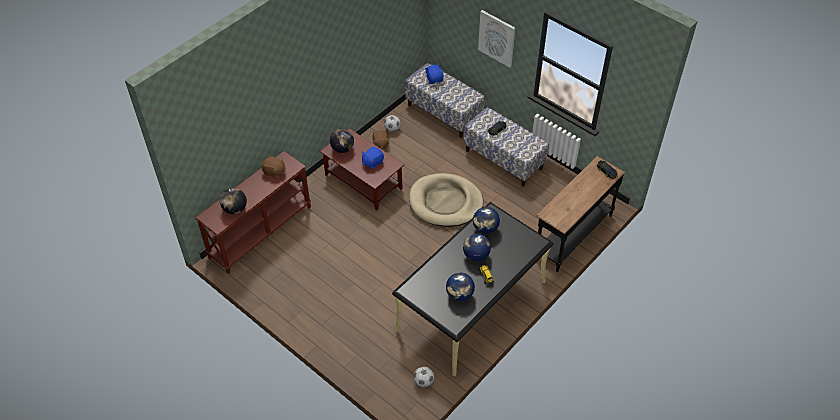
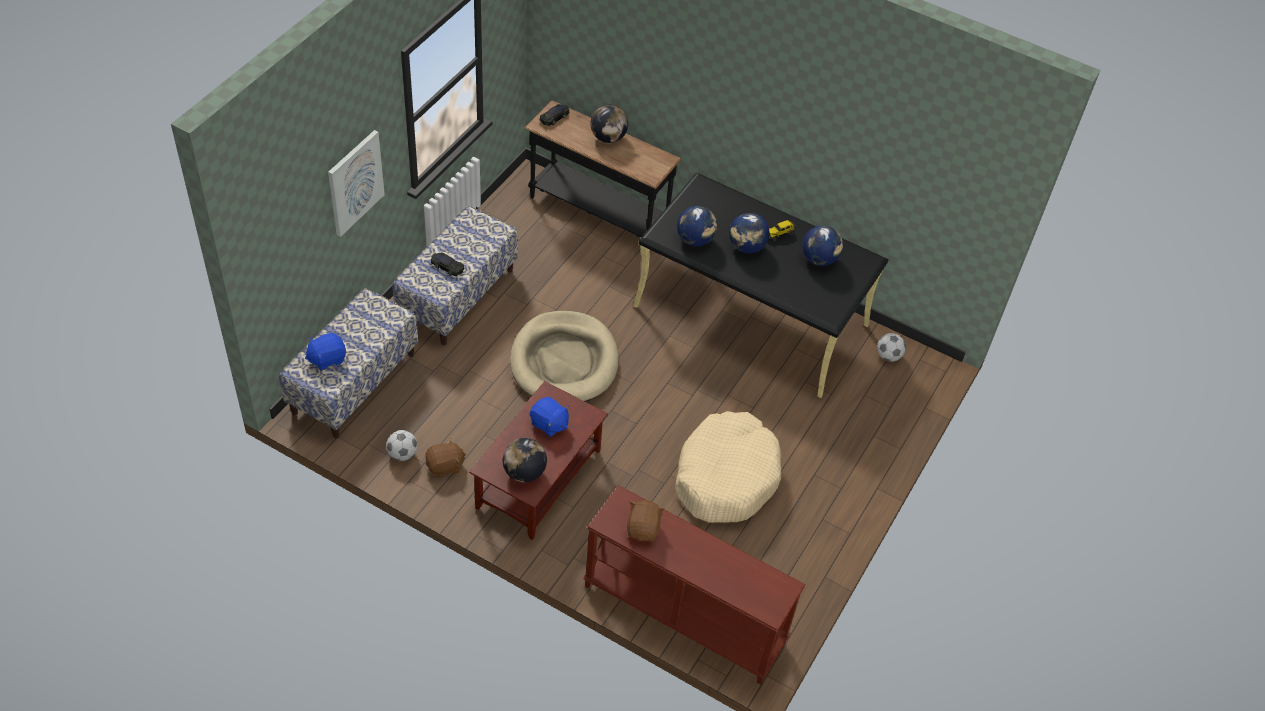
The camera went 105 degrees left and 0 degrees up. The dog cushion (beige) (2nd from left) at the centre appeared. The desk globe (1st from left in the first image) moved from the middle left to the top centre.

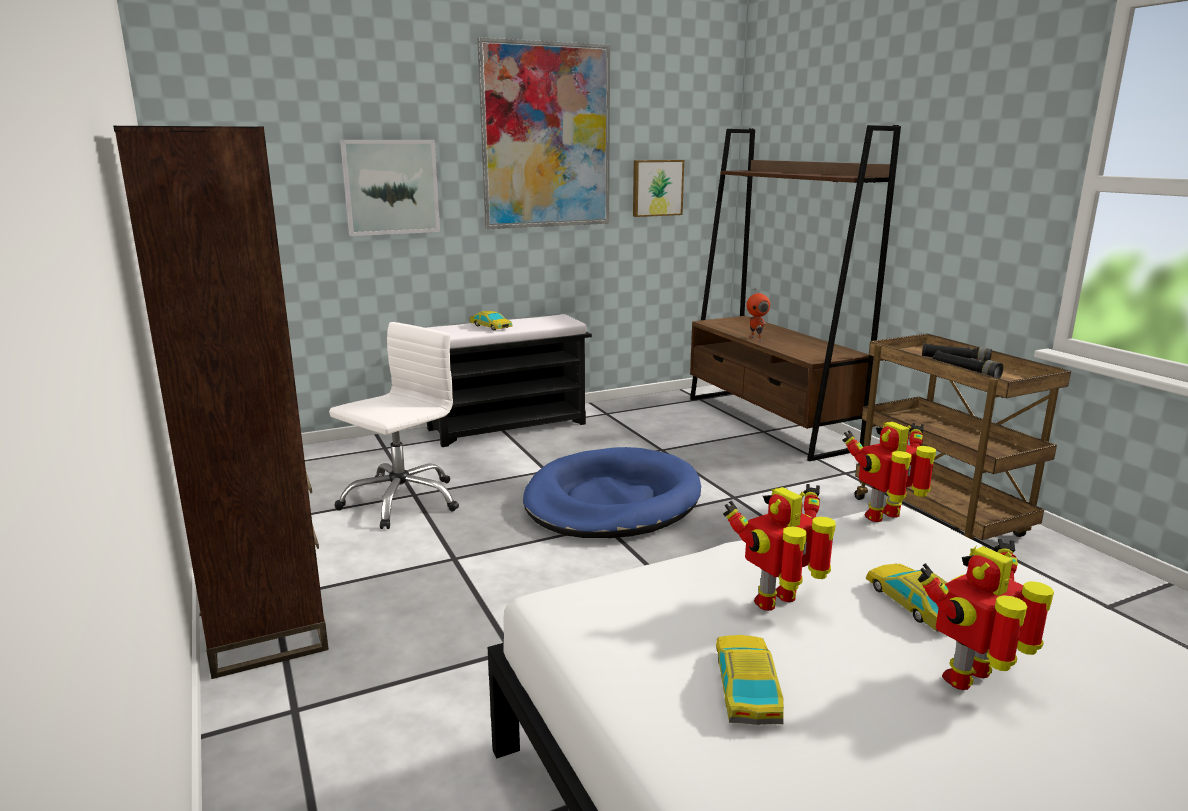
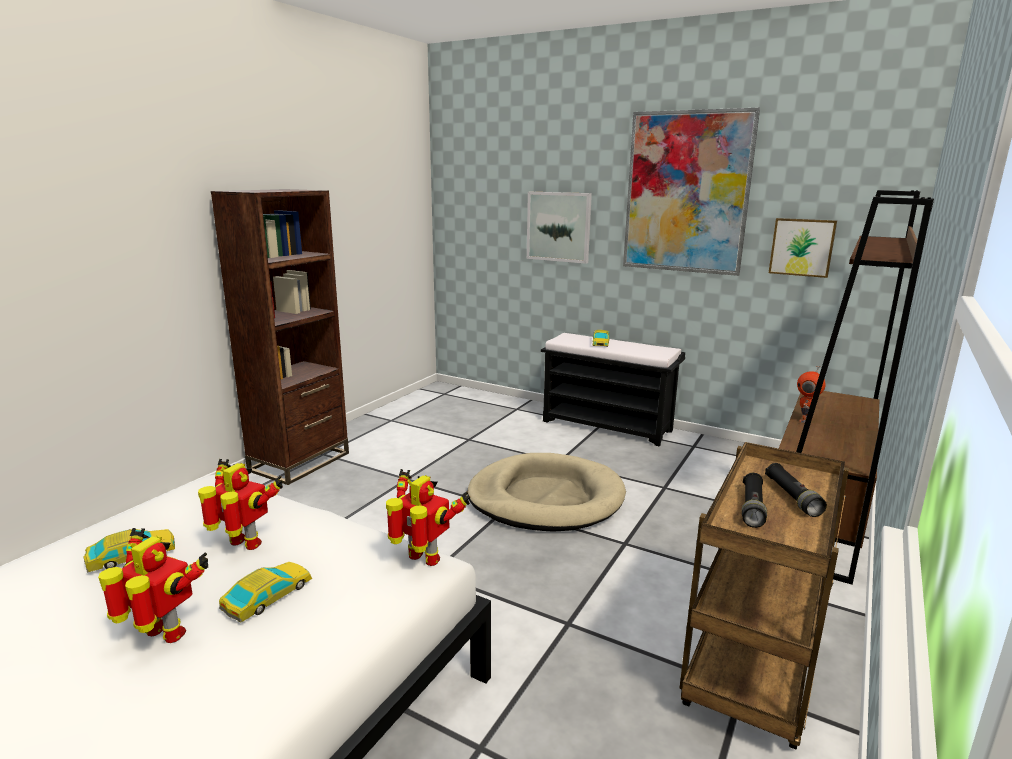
The camera went 55 degrees right and 0 degrees up. The desk chair (white) at the middle left disappeared. The dog cushion (bluish) at the centre became the dog cushion (beige) at the centre.

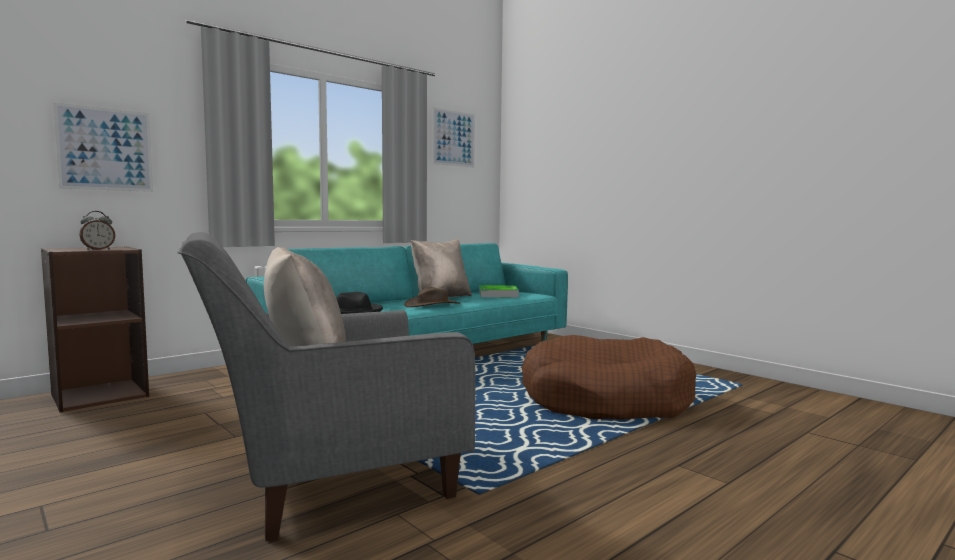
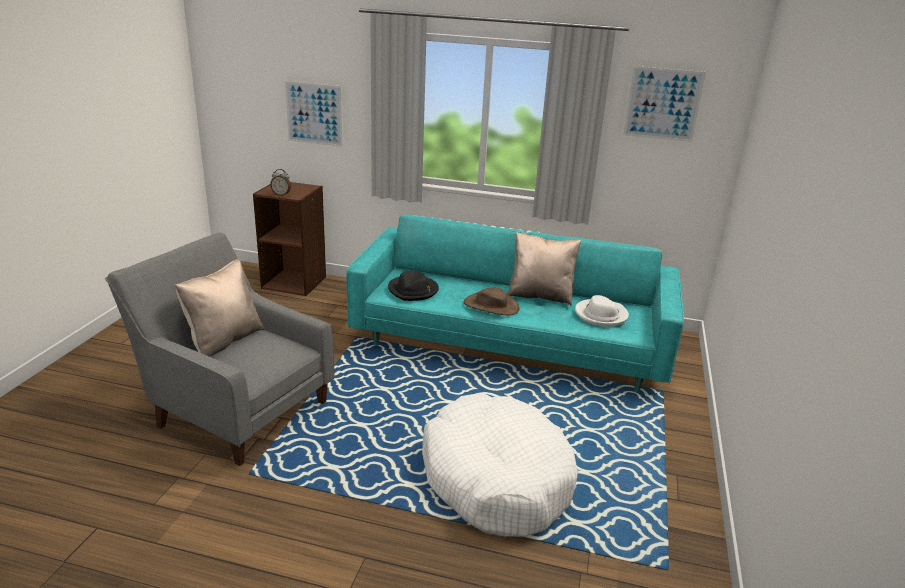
The camera went 55 degrees right and 20 degrees up. The carrying tray at the centre was replaced by the hat (white) at the centre. The dog cushion (brown) at the bottom centre became the dog cushion (white) at the bottom centre.

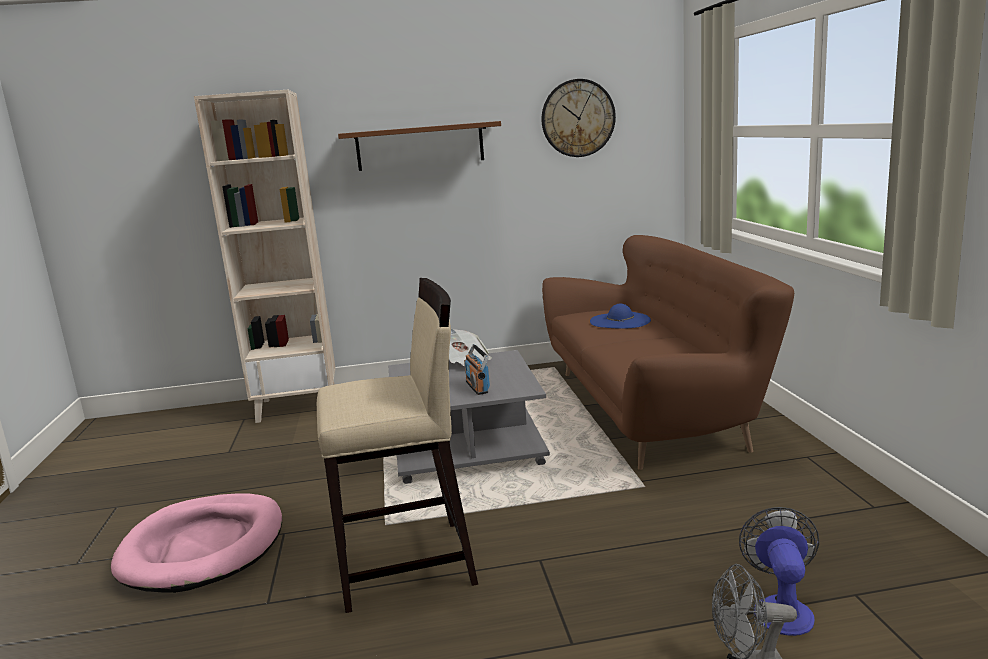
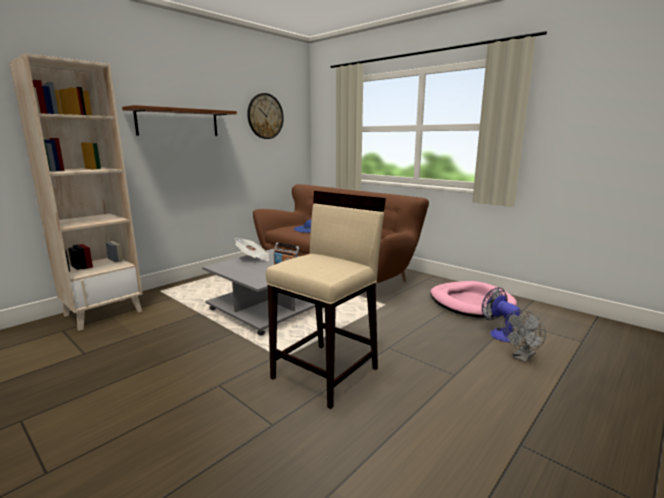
The camera went 40 degrees left and 0 degrees up. The dog cushion (pink-coloured) moved from the bottom left to the middle right.

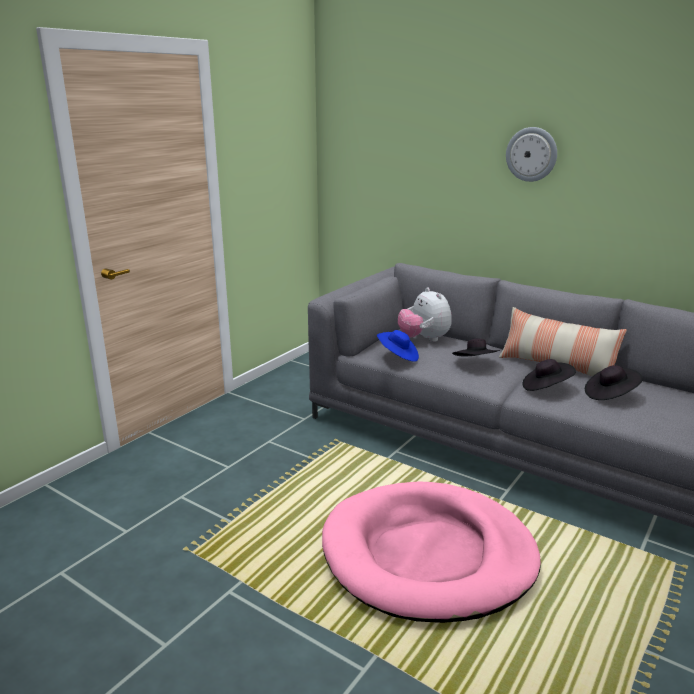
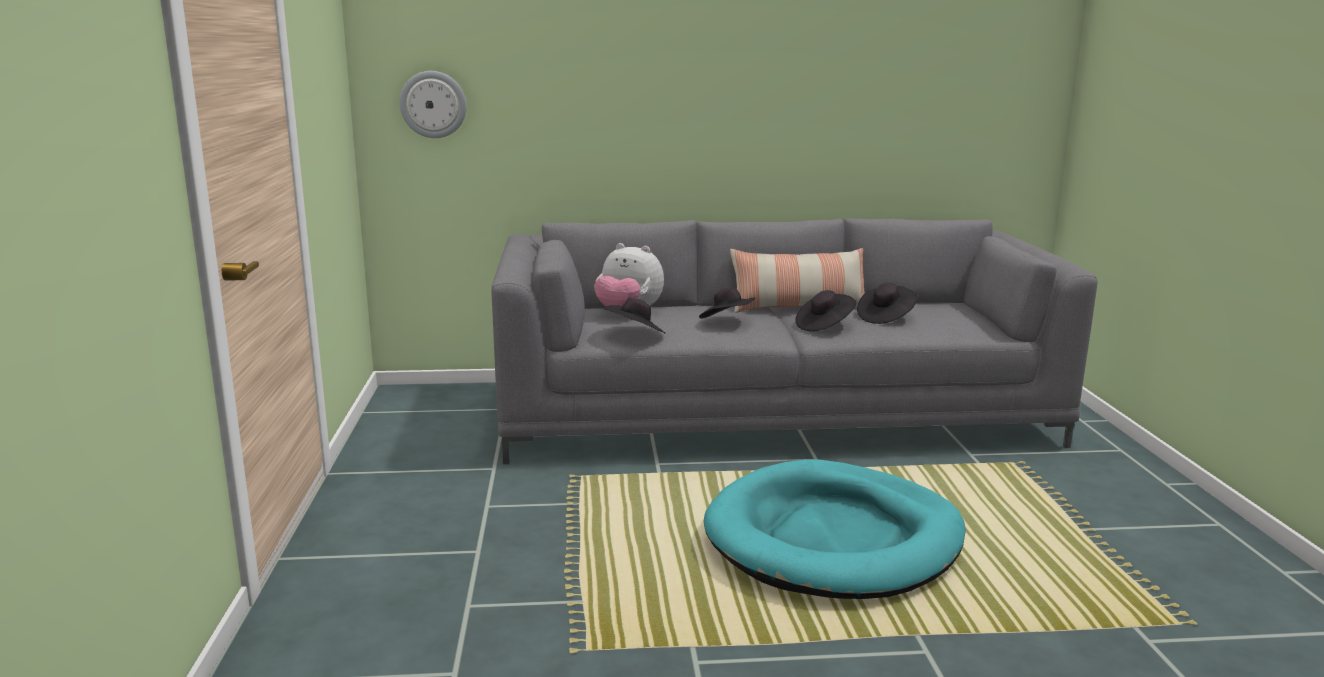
The camera went 40 degrees left and 5 degrees down. The wall clock moved from the top right to the top left. The dog cushion (pink-coloured) at the bottom centre became the dog cushion (turquoise) at the bottom centre. The hat (bluish) at the centre became the hat (black) (1st from left) at the centre.

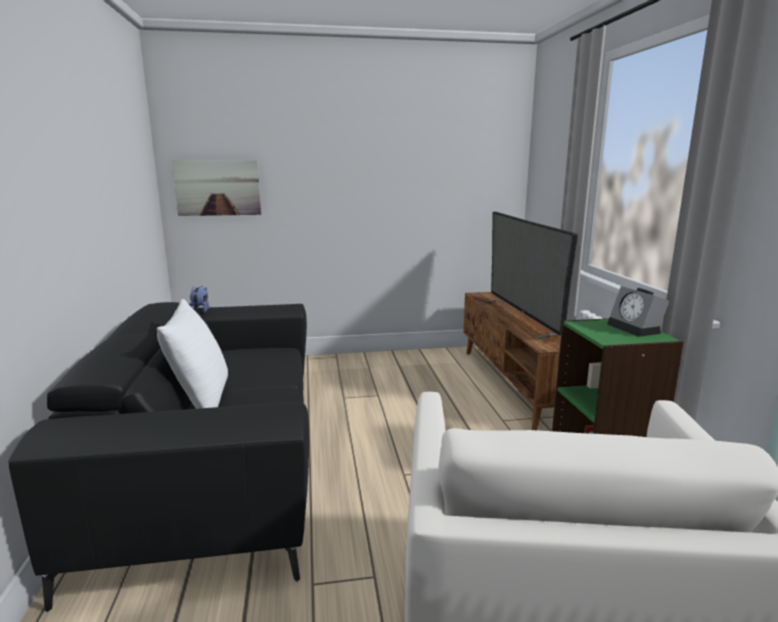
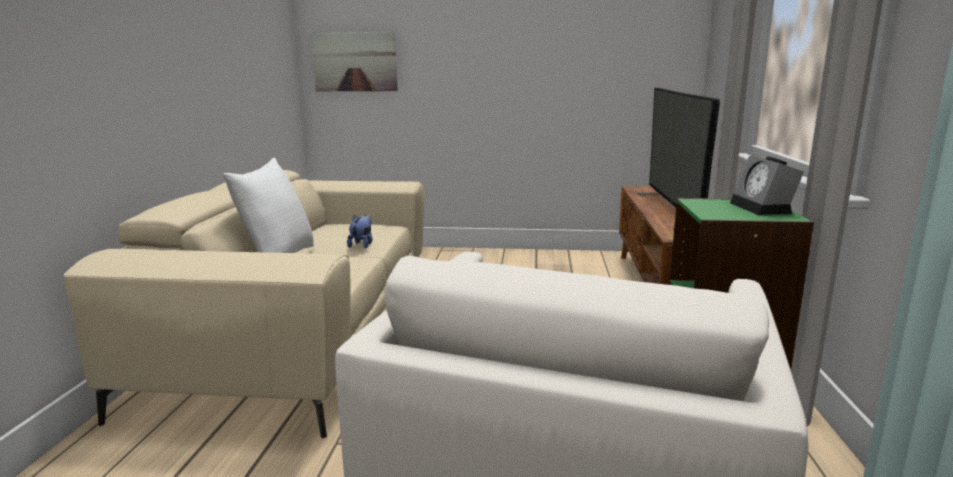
The camera went 15 degrees right and 0 degrees up. The cuddly toy moved from the middle left to the centre. The settee (black) at the bottom left became the settee (beige) at the middle left.

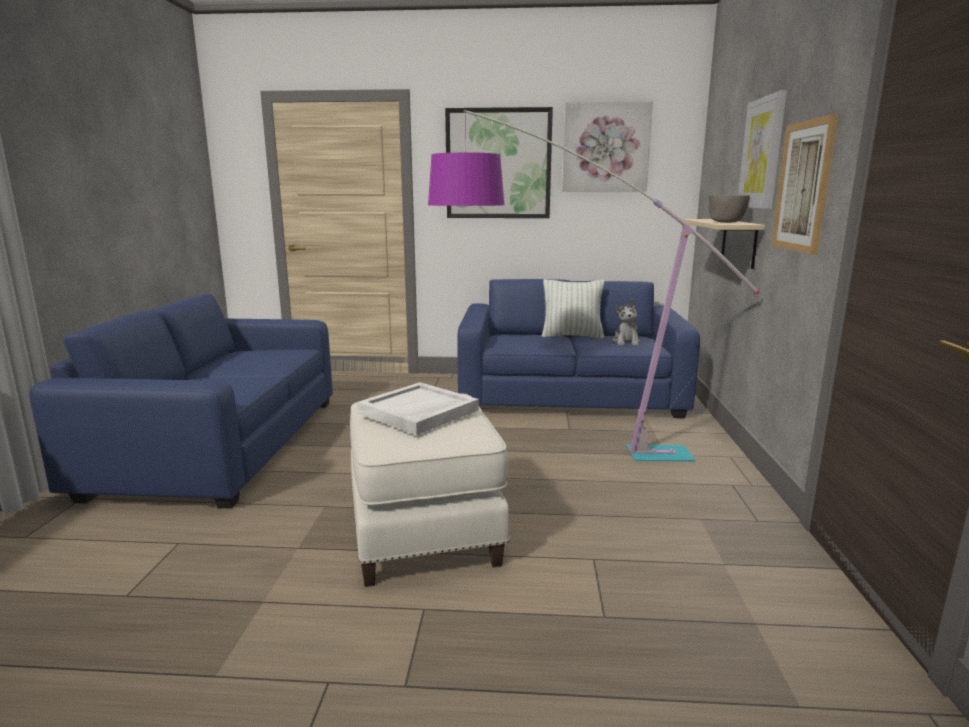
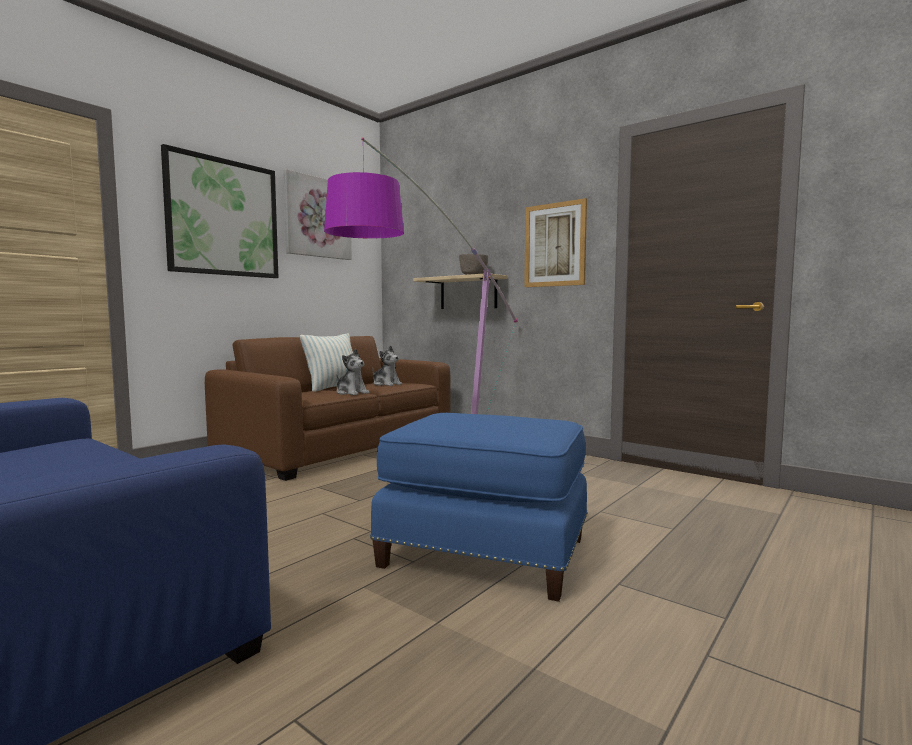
The camera went 55 degrees left and 10 degrees down. The carrying tray (white) at the centre disappeared. The picture (3rd from left) at the top right disappeared. The cuddly toy (1st from left) at the centre appeared. The footrest (white) at the bottom centre became the footrest (bluish) at the bottom centre. The settee (bluish) (2nd from left) at the centre became the settee (brown) at the centre.

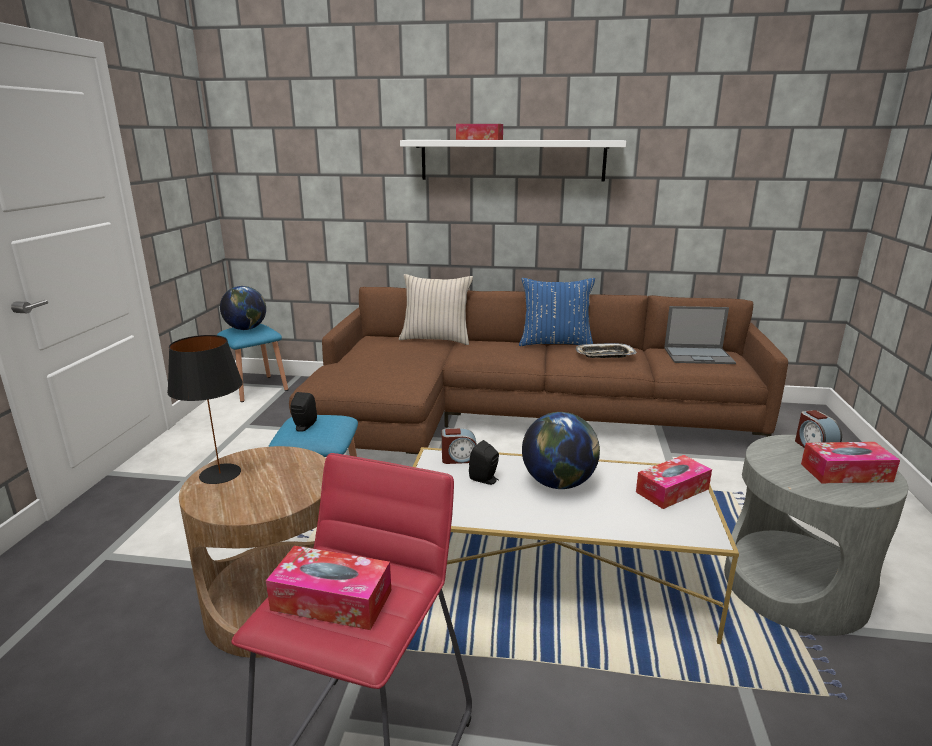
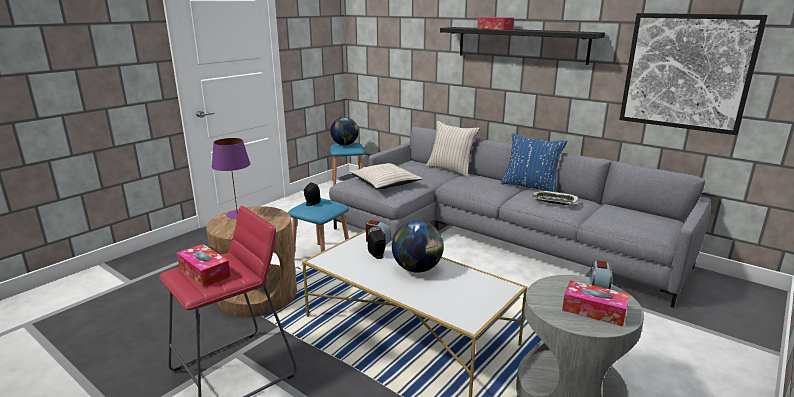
The camera went 30 degrees right and 0 degrees up. The tissue box (3rd from left) at the middle right disappeared. The portable computer at the middle right disappeared. The pillow (beige) (1st from left) at the centre appeared. The picture at the top right appeared. The lamp for a table (black) at the middle left became the lamp for a table (purplish) at the middle left. The settee (brown) at the centre became the settee (grey) at the centre. The shelf (white) at the top centre became the shelf (black) at the top centre.

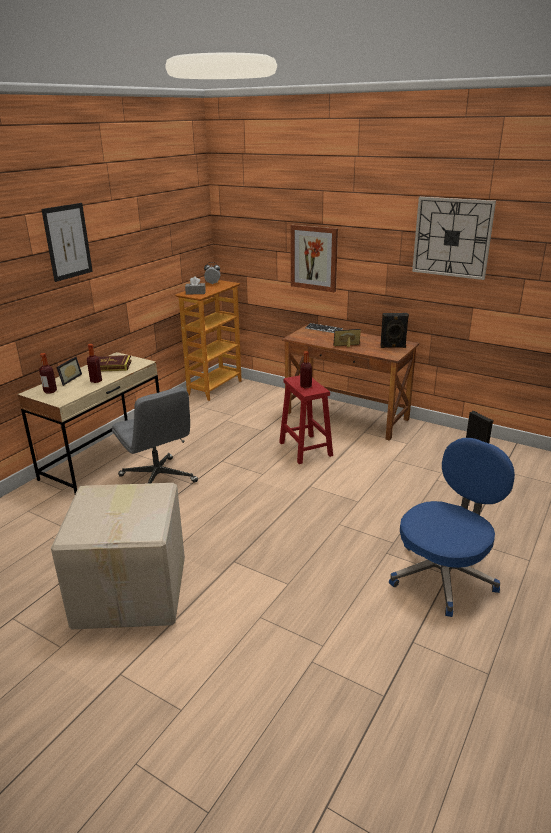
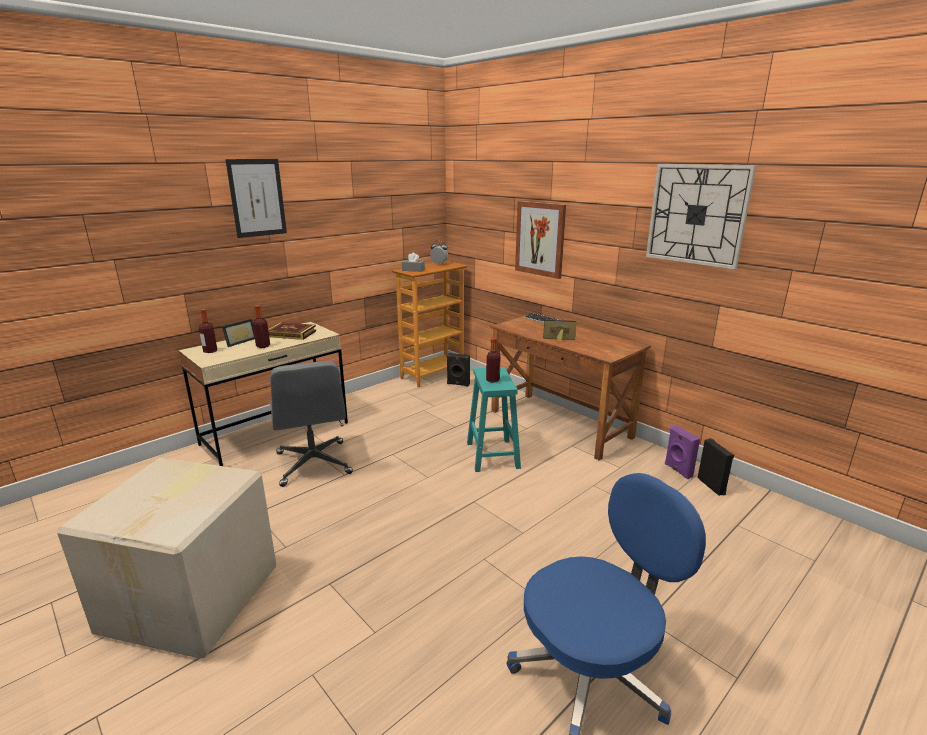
The camera went 15 degrees right and 5 degrees down. The speaker (purplish) at the middle right appeared. The speaker (black) (1st from left) moved from the middle right to the centre. The stool (red-coloured) at the centre became the stool (turquoise) at the centre.

